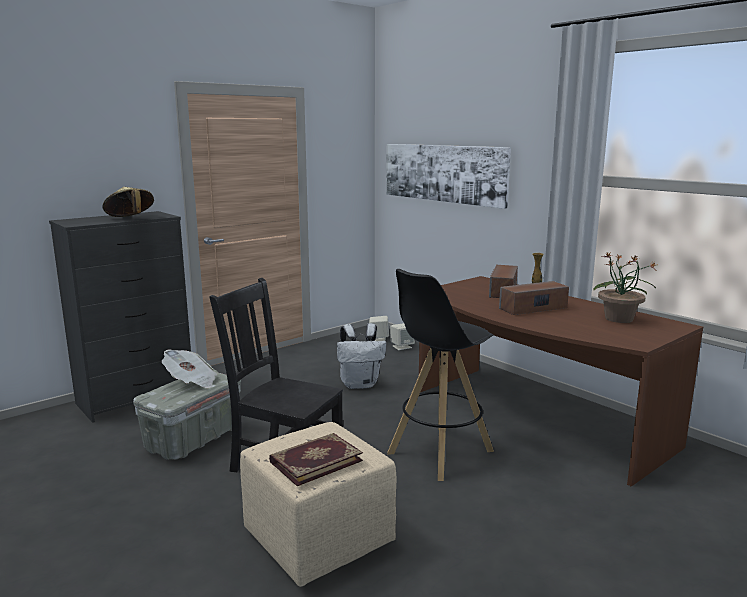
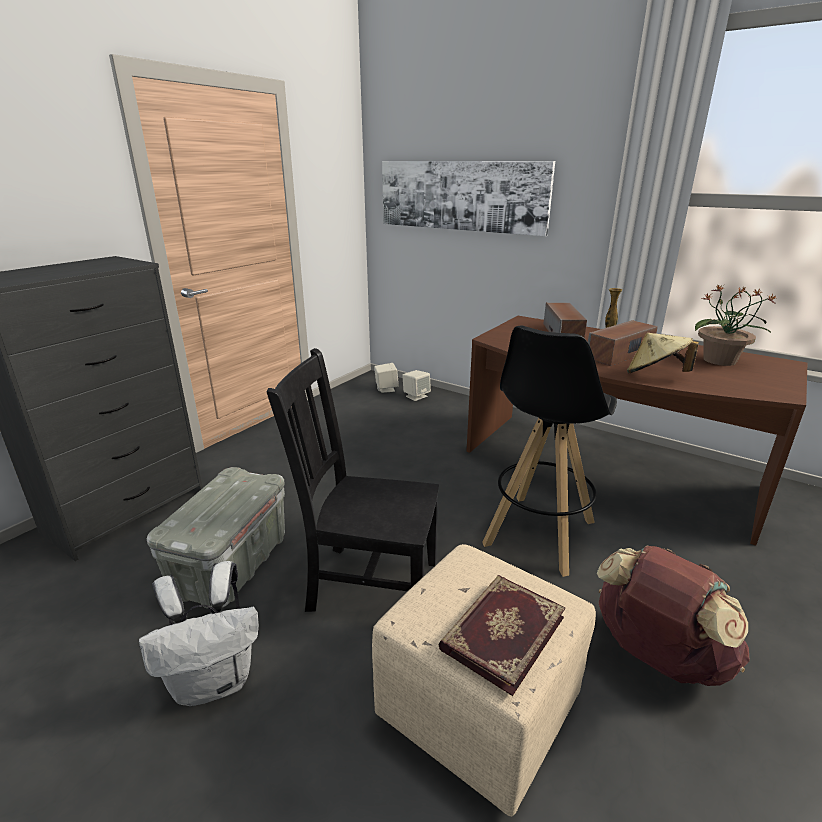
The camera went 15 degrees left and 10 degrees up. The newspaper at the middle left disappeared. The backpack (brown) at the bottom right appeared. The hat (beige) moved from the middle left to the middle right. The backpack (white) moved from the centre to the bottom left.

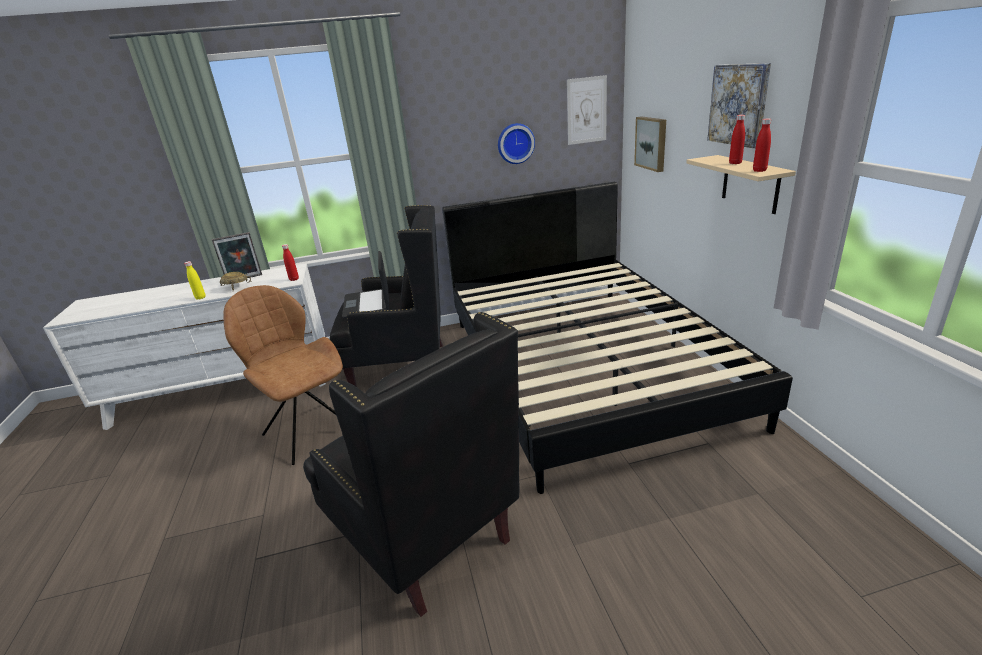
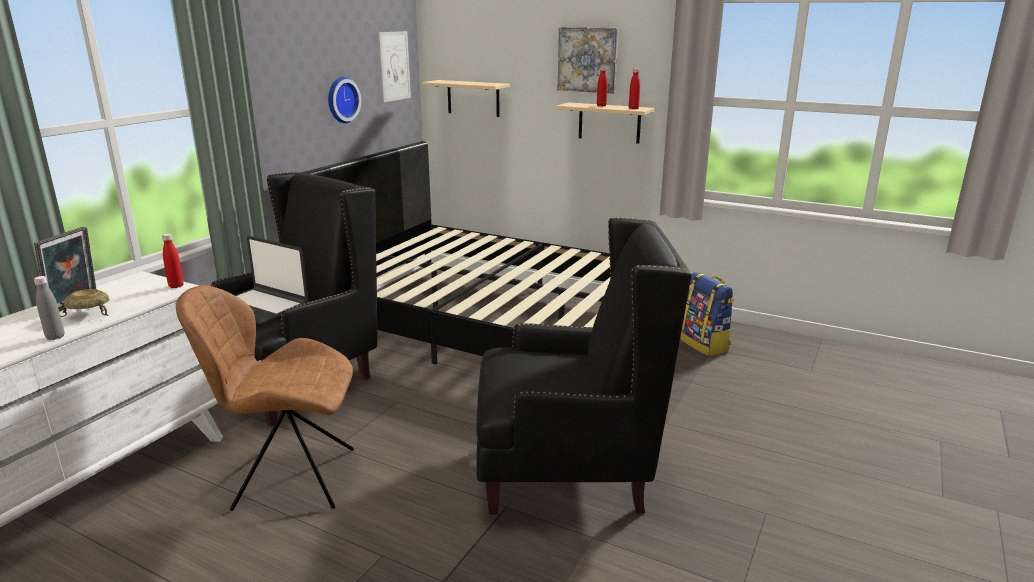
The camera went 50 degrees left and 5 degrees down. The backpack at the middle right appeared. The picture (2nd from left) at the top centre was replaced by the shelf (beige) (1st from left) at the top centre. The bottle (yellowish) at the middle left became the bottle (grey) at the middle left.

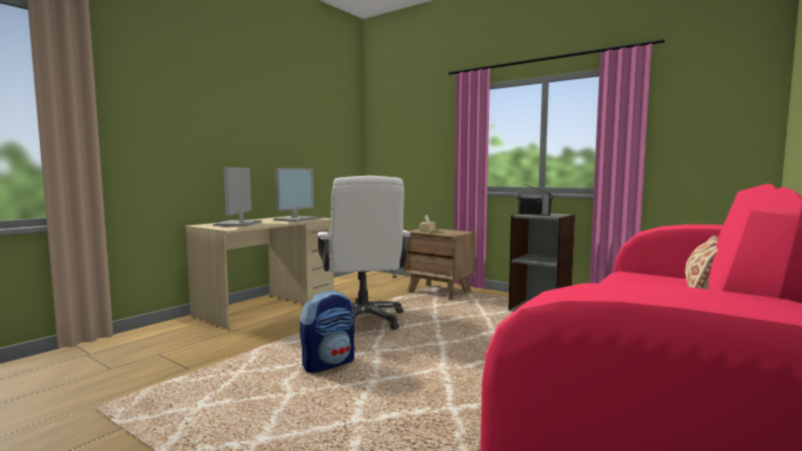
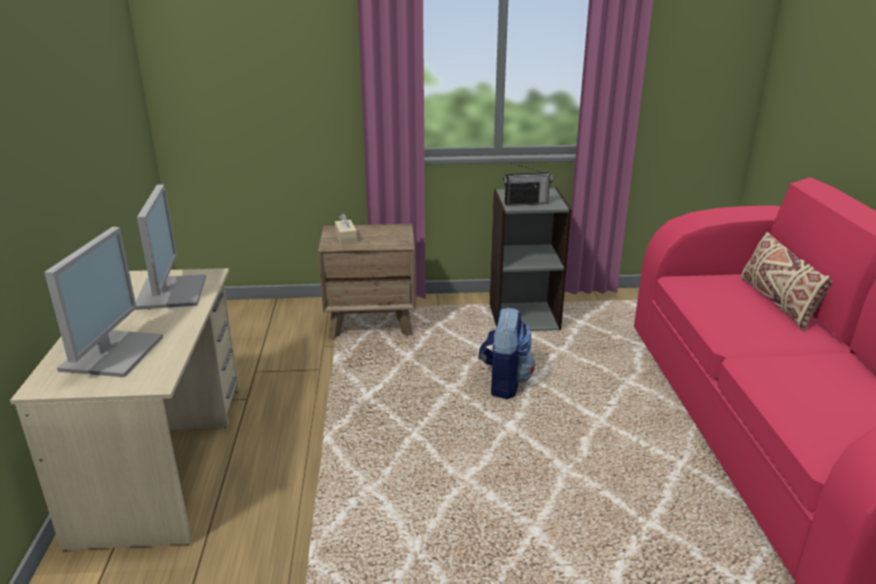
The camera went 40 degrees left and 20 degrees up. The desk chair (white) at the centre disappeared. The backpack moved from the bottom centre to the centre. The monitor (1st from left) at the middle left turned 135 degrees counterclockwise.

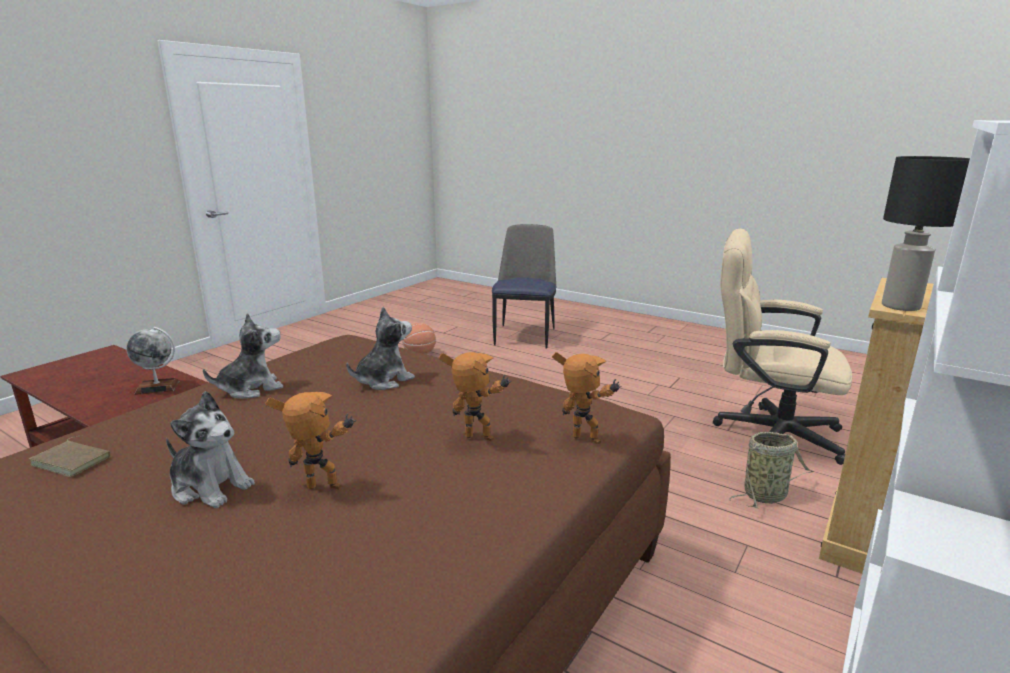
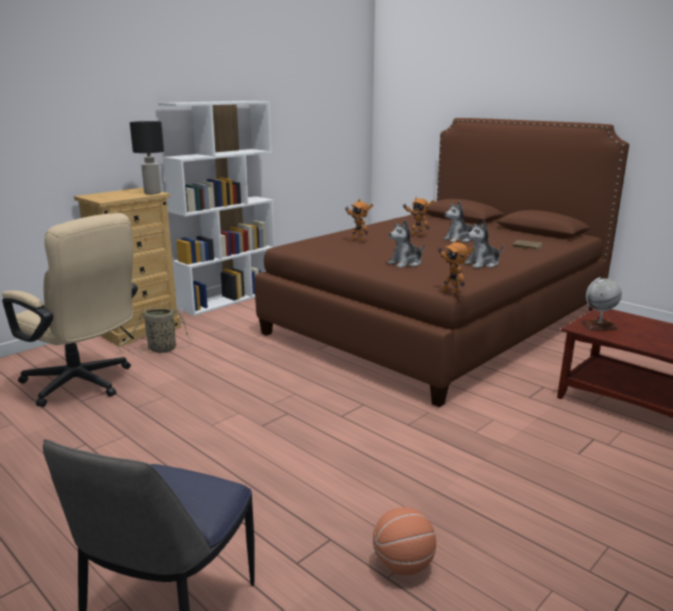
The camera went 170 degrees left and 0 degrees up. The model robot (3rd from left) moved from the centre to the middle right. The cuddly toy (1st from left in the first image) at the bottom left turned 60 degrees counterclockwise.

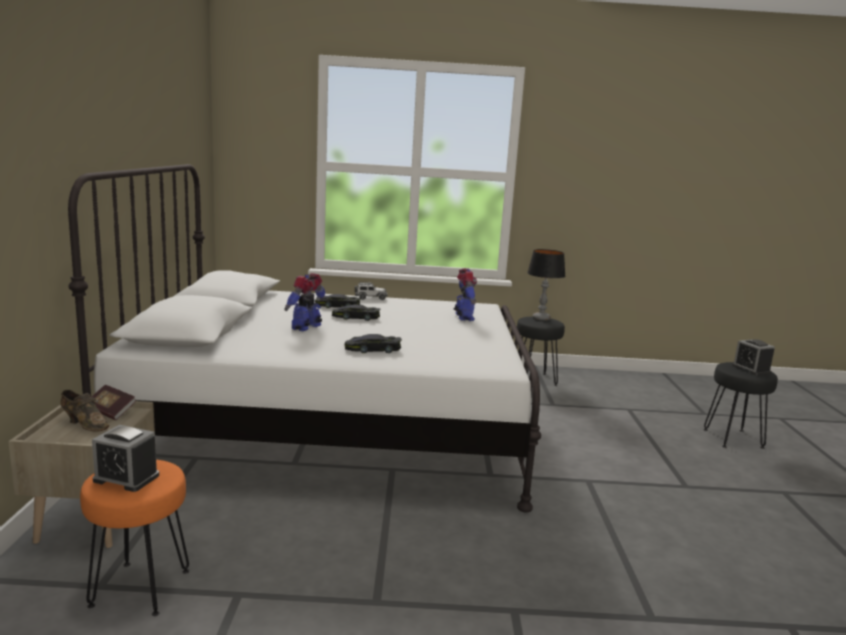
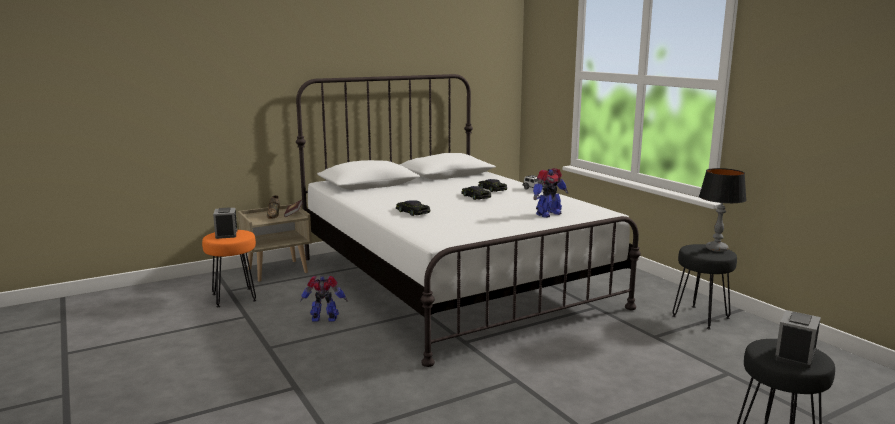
The camera went 60 degrees right and 0 degrees up. The model robot (1st from left) moved from the centre to the bottom centre.

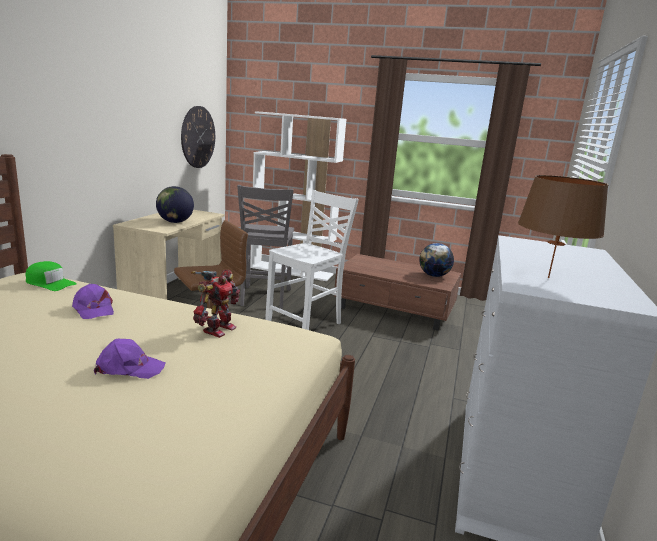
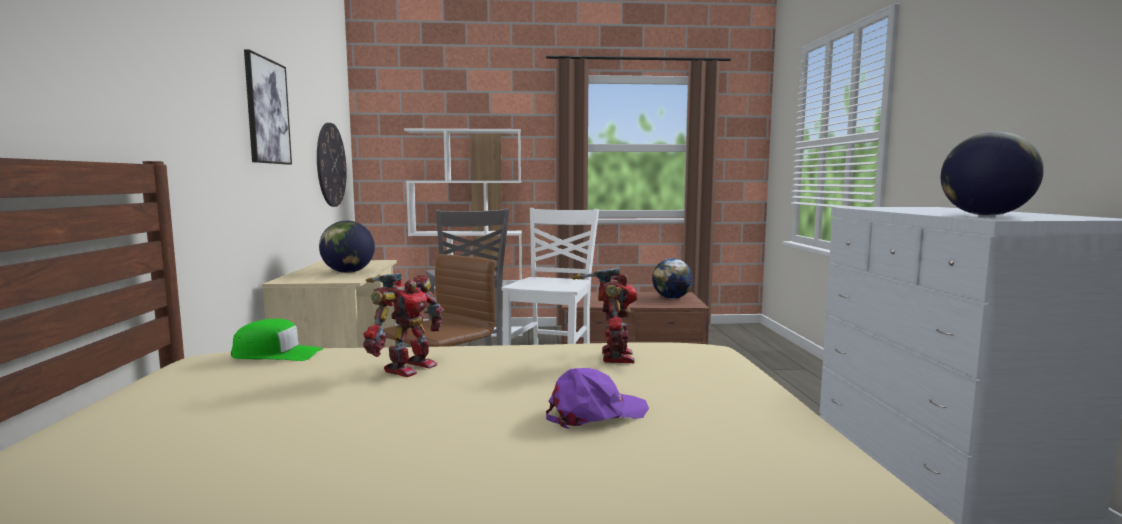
The camera went 20 degrees left and 10 degrees down. The picture at the top left appeared. The baseball cap (purplish) (1st from left) at the middle left was replaced by the model robot (1st from left) at the centre. The lamp for a table (brown) at the middle right was replaced by the desk globe (3rd from left) at the top right.

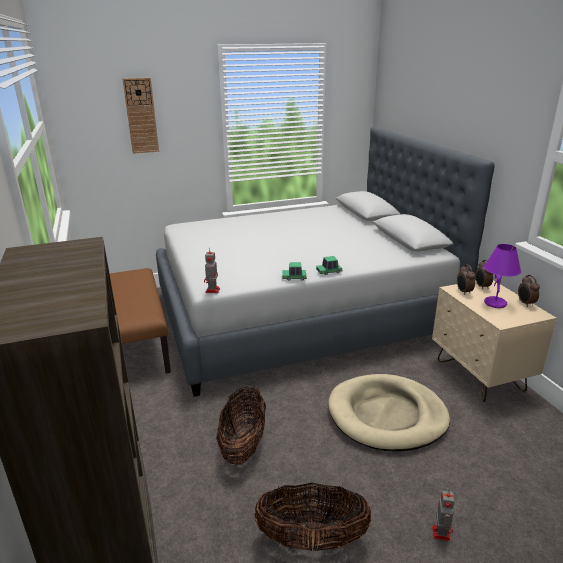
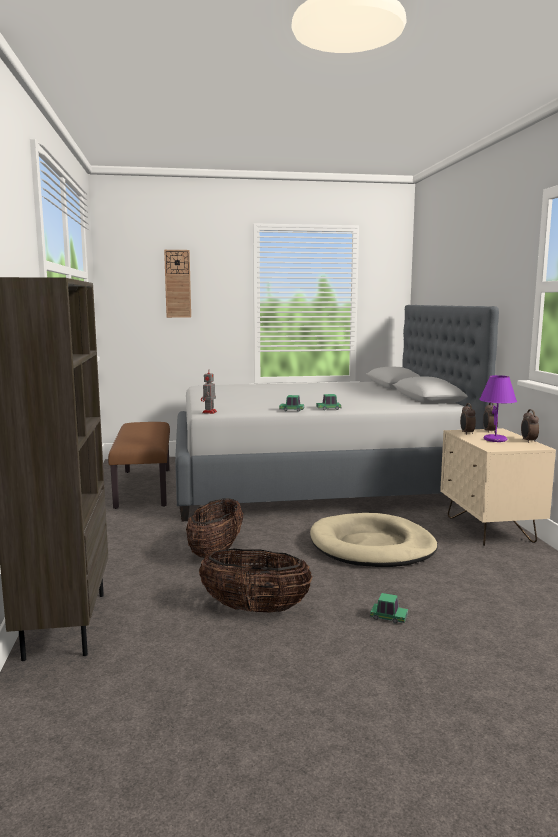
The camera went 10 degrees right and 15 degrees down. The model robot (2nd from left) at the bottom right was replaced by the model car (3rd from left) at the bottom right.

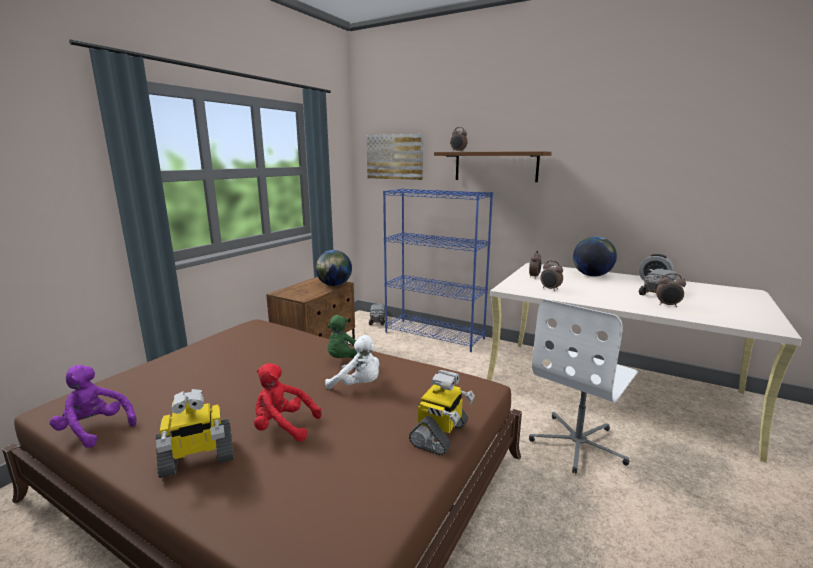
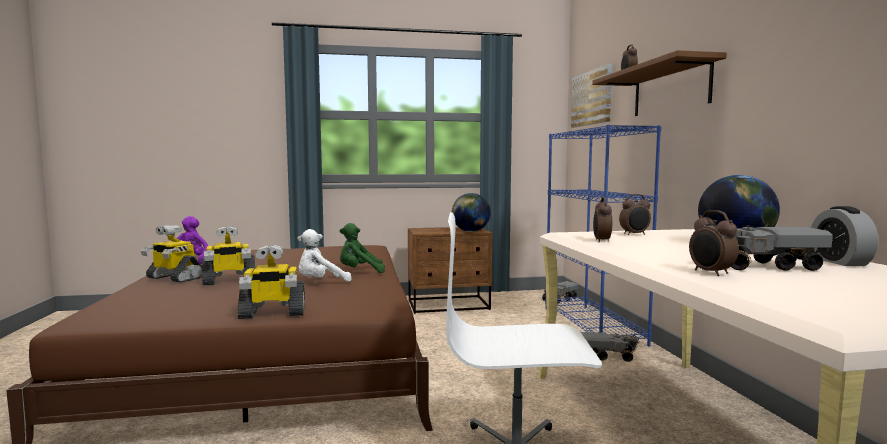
The camera went 50 degrees right and 10 degrees down. The model truck (2nd from left) at the bottom right appeared. The cuddly toy (red-coloured) at the bottom centre was replaced by the model robot (2nd from left) at the middle left. The cuddly toy (white) at the centre turned 75 degrees clockwise.

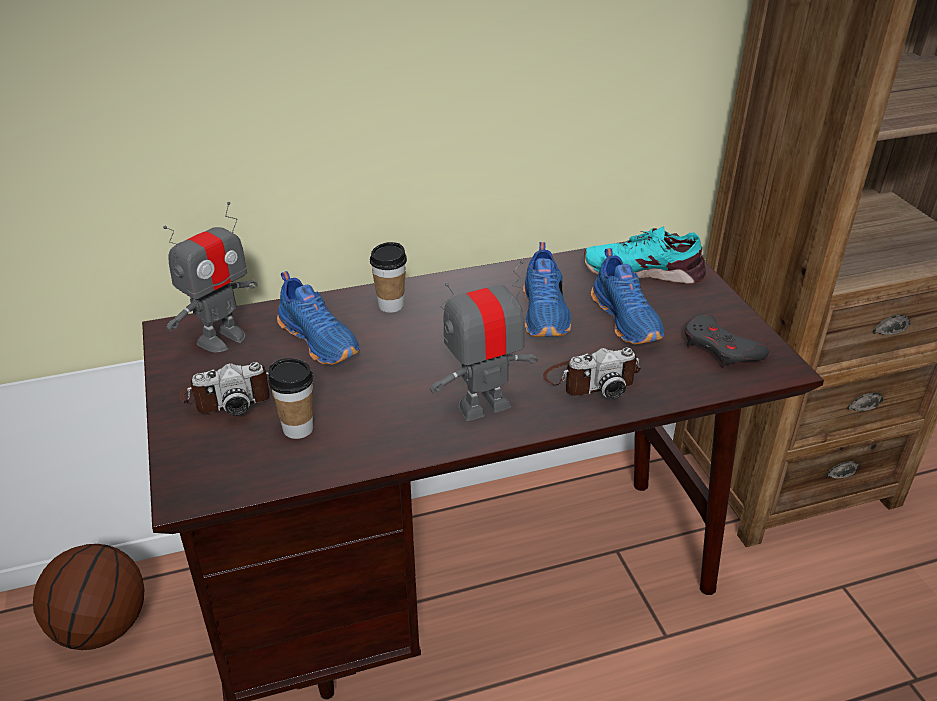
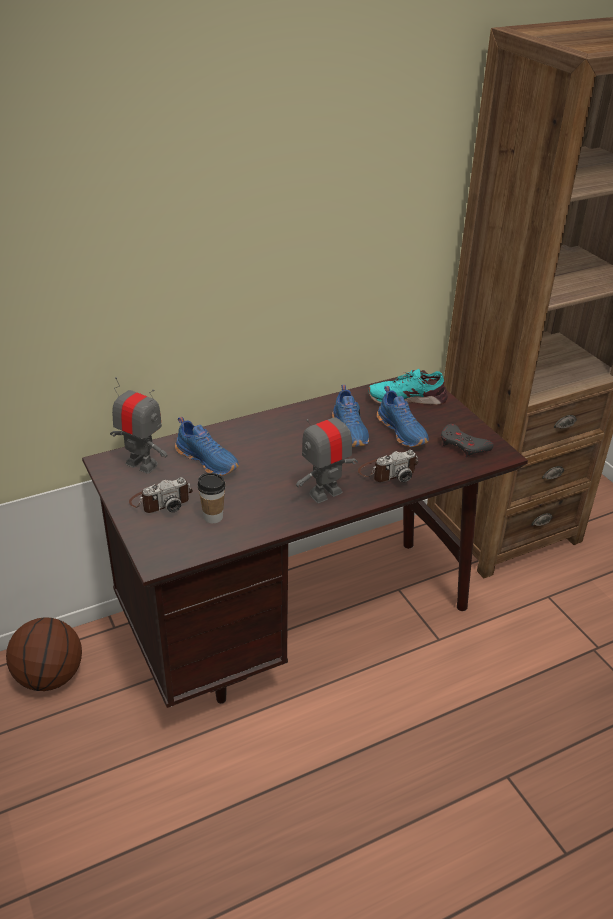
The camera went 10 degrees left and 0 degrees up. The small cup (2nd from left) at the centre disappeared. The model robot (1st from left) at the middle left turned 90 degrees counterclockwise.

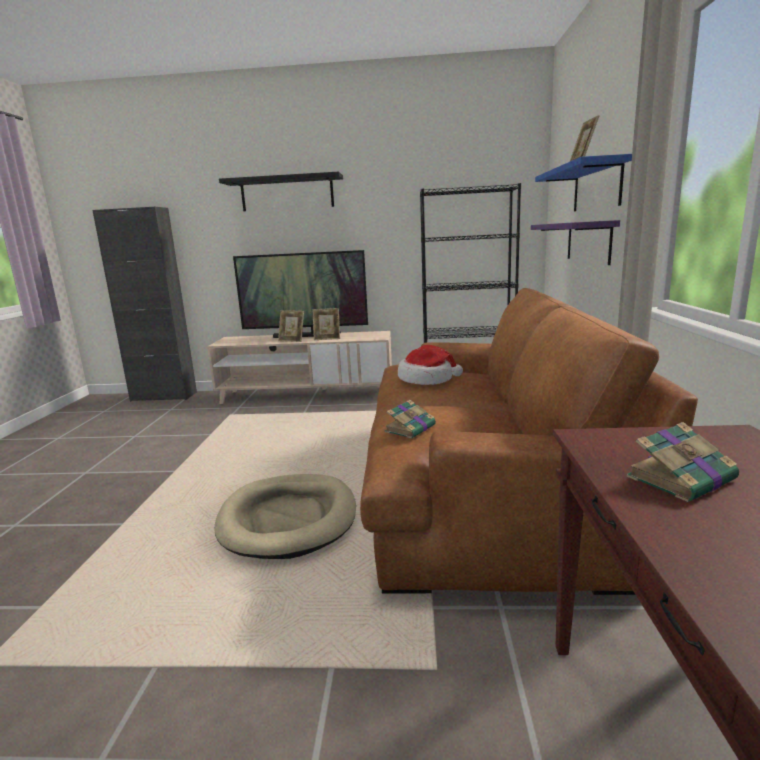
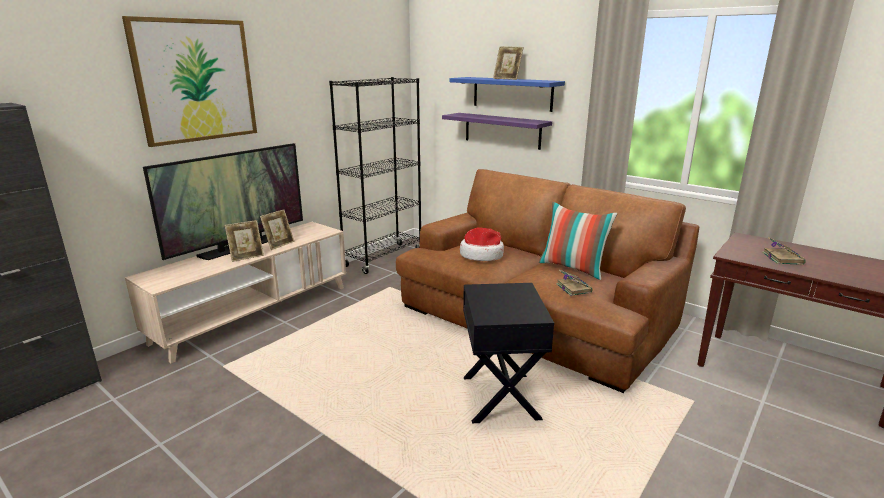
The camera went 55 degrees left and 5 degrees up. The pillow at the centre appeared. The dog cushion (beige) at the bottom centre was replaced by the side table (black) at the bottom centre. The shelf (black) at the top centre was replaced by the picture at the top left.

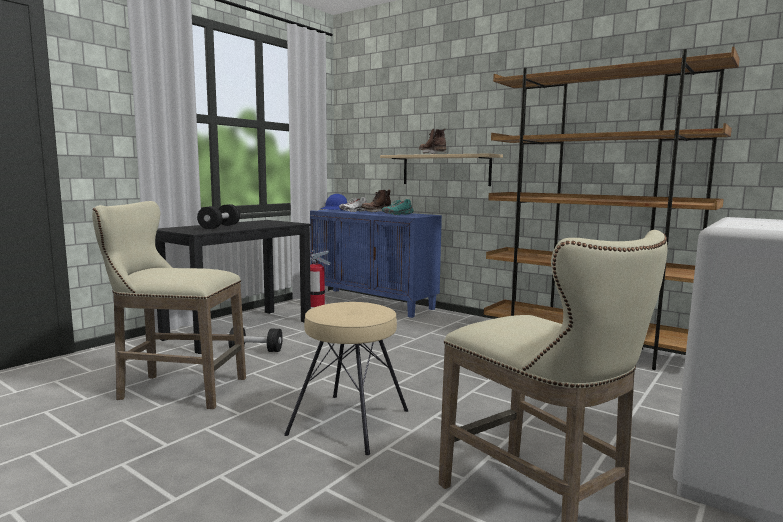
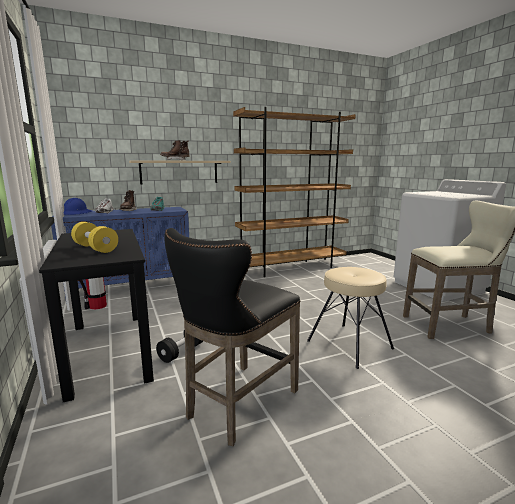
The camera went 60 degrees left and 5 degrees up. The stool (beige) (1st from left) at the middle left became the stool (black) at the bottom centre. The free weight (black) (1st from left) at the middle left became the free weight (yellowish) at the middle left.

